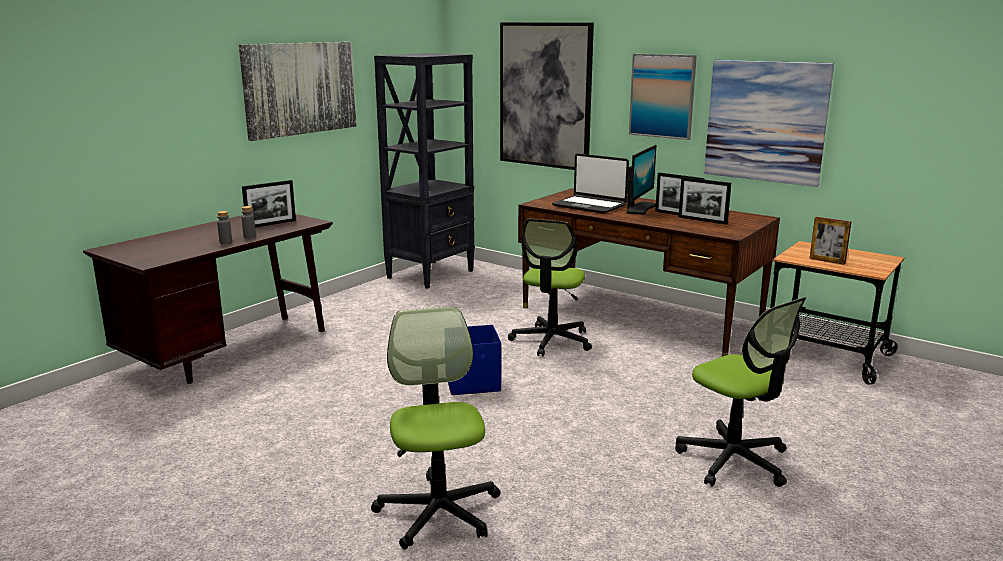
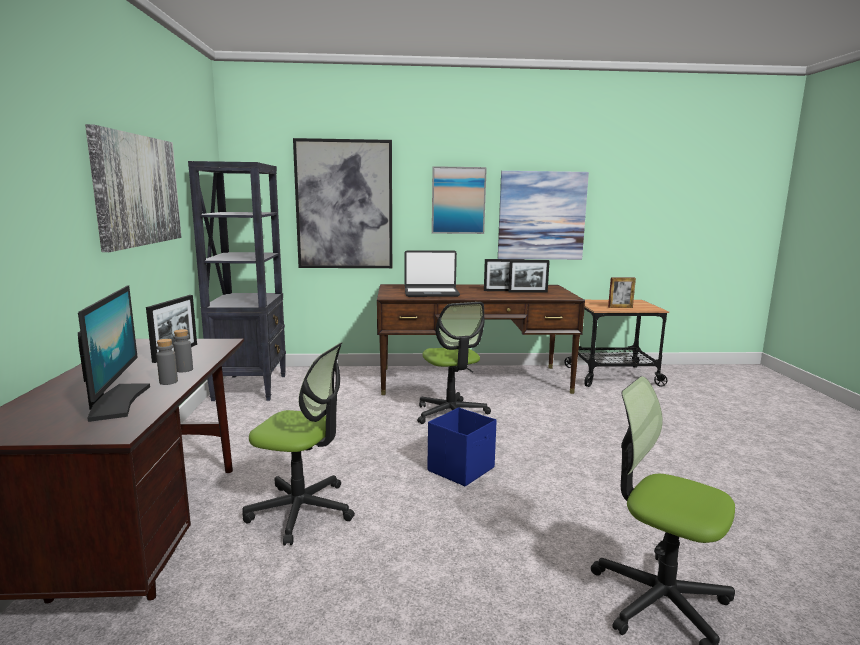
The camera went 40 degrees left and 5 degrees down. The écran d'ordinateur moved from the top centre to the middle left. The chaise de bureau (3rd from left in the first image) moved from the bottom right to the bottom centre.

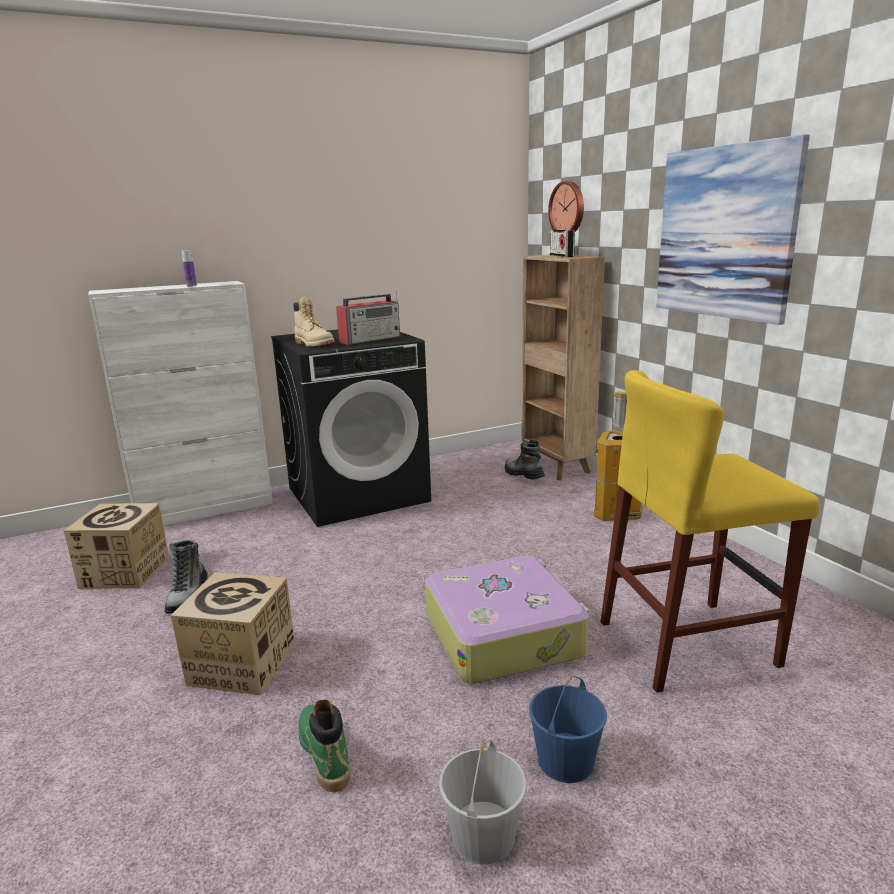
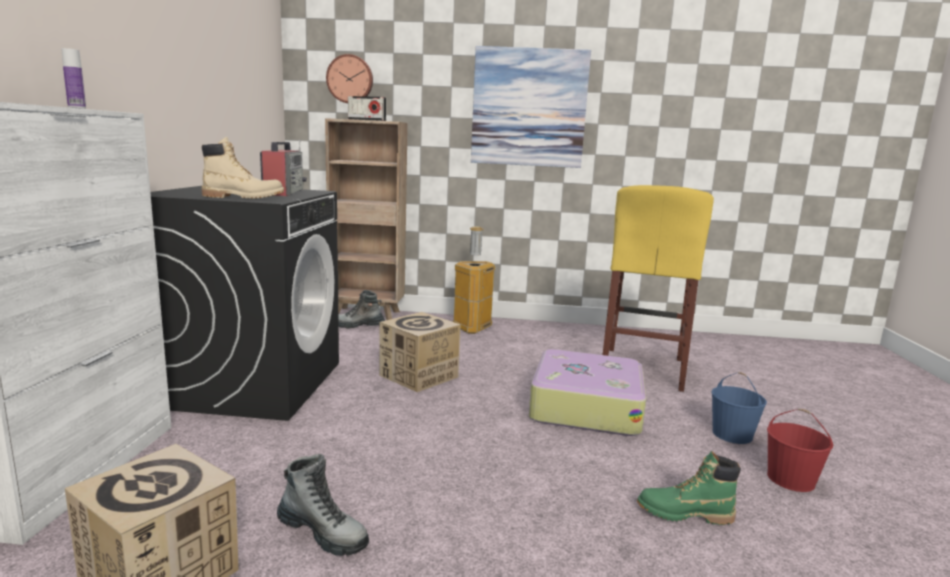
The camera went 60 degrees left and 5 degrees down. The carton (2nd from left) moved from the bottom left to the centre. The seau/blanc at the bottom centre became the seau/rouge at the bottom right.

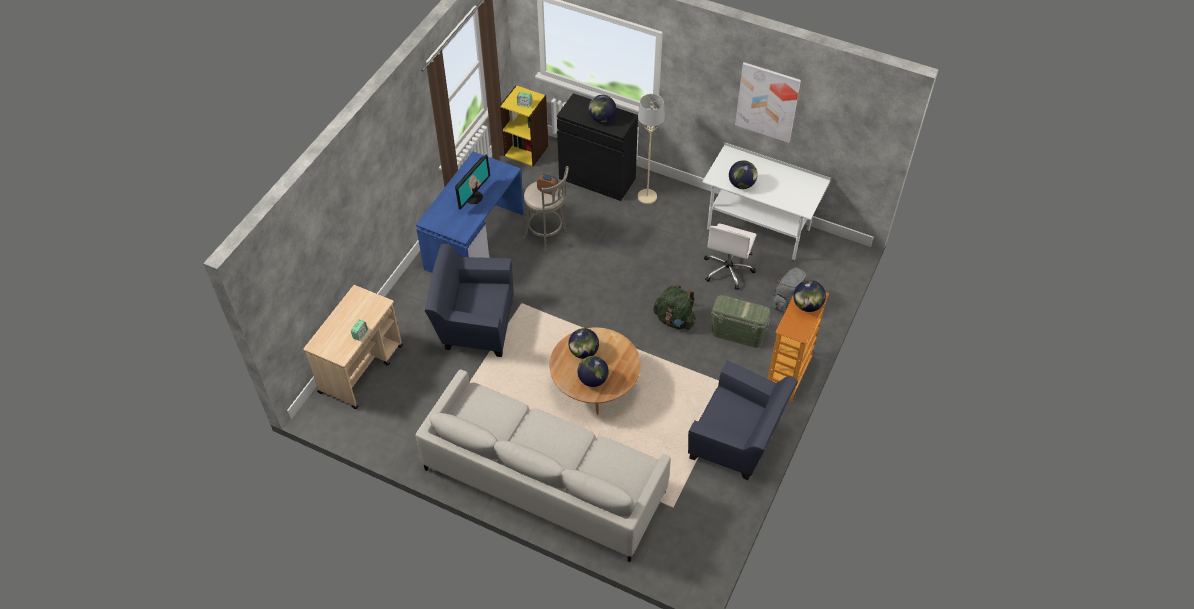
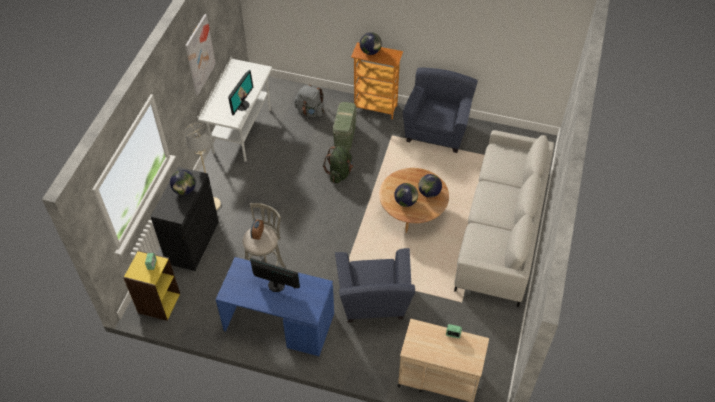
The camera went 100 degrees left and 0 degrees up. The globe (4th from left) at the top centre was replaced by the écran d'ordinateur (1st from left) at the top centre. The chaise de bureau/blanc at the centre disappeared.

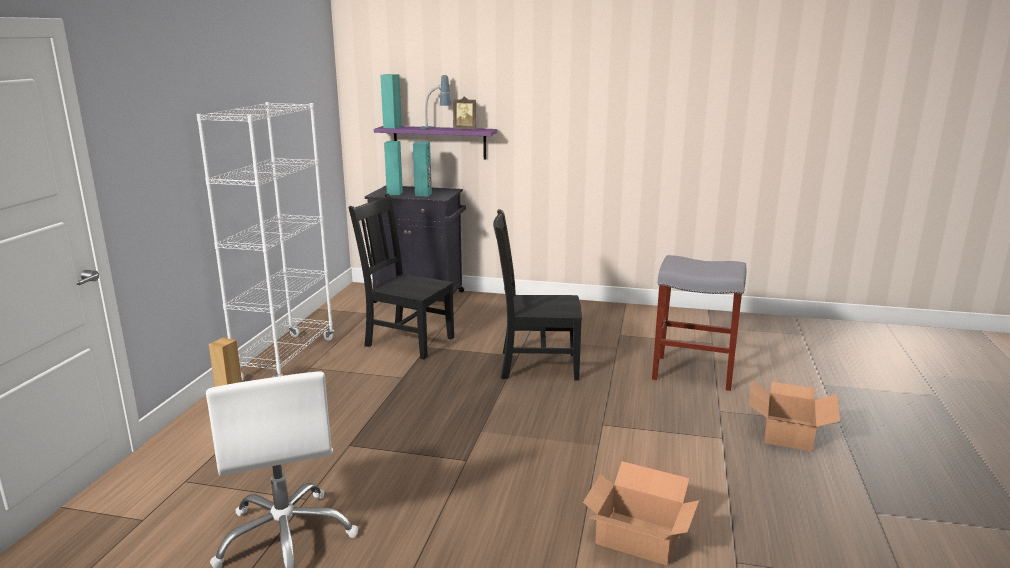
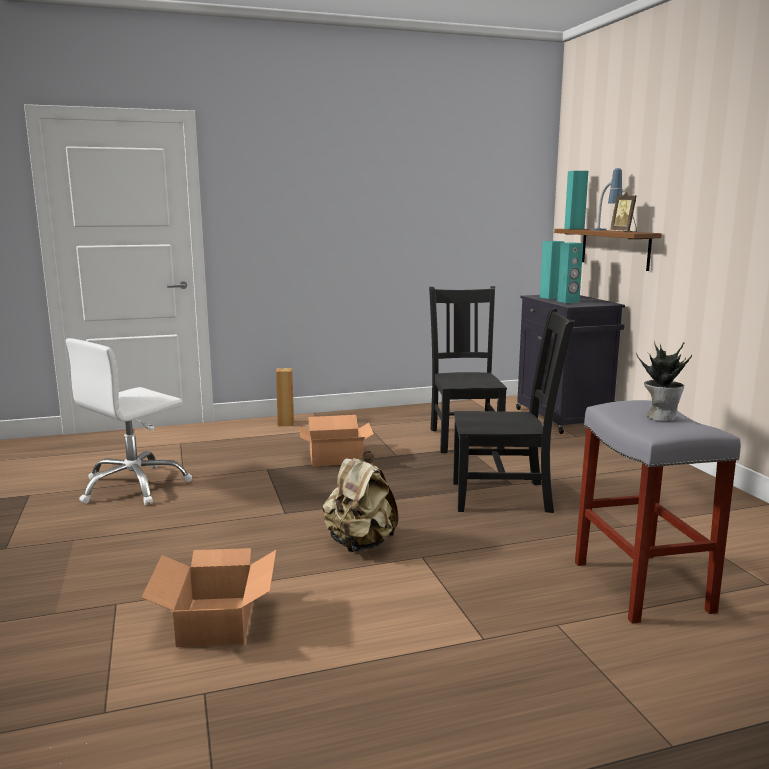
The camera went 60 degrees right and 5 degrees down. The bibliothèque/blanc at the middle left disappeared. The étagère/violet at the top centre became the étagère/marron at the top right. The chaise/noir (2nd from left) at the centre turned 120 degrees clockwise. The carton (2nd from left) moved from the bottom right to the centre. The plante en pot at the middle right appeared. The sac à dos/beige at the centre appeared.

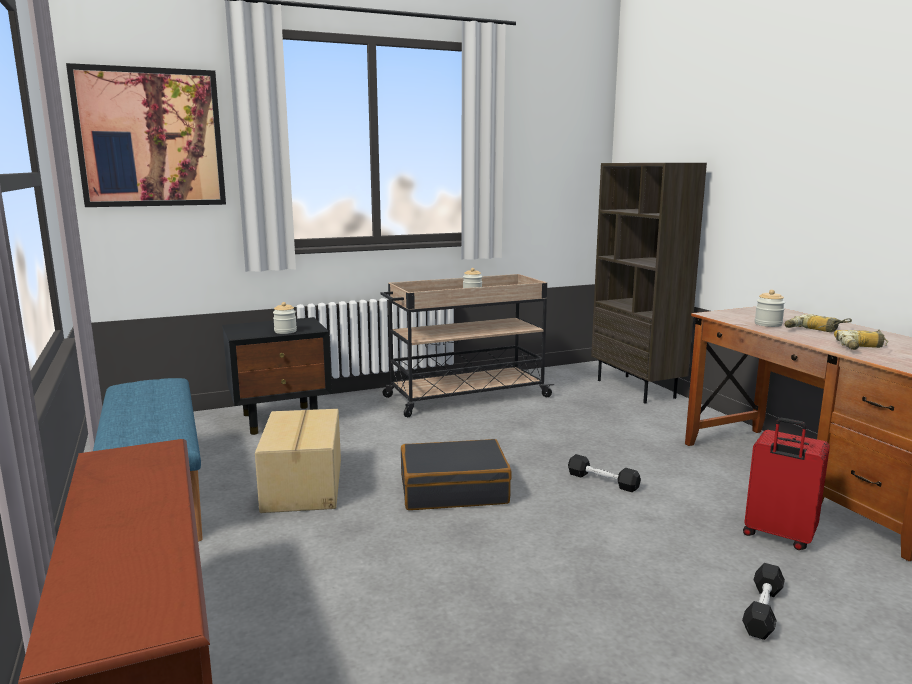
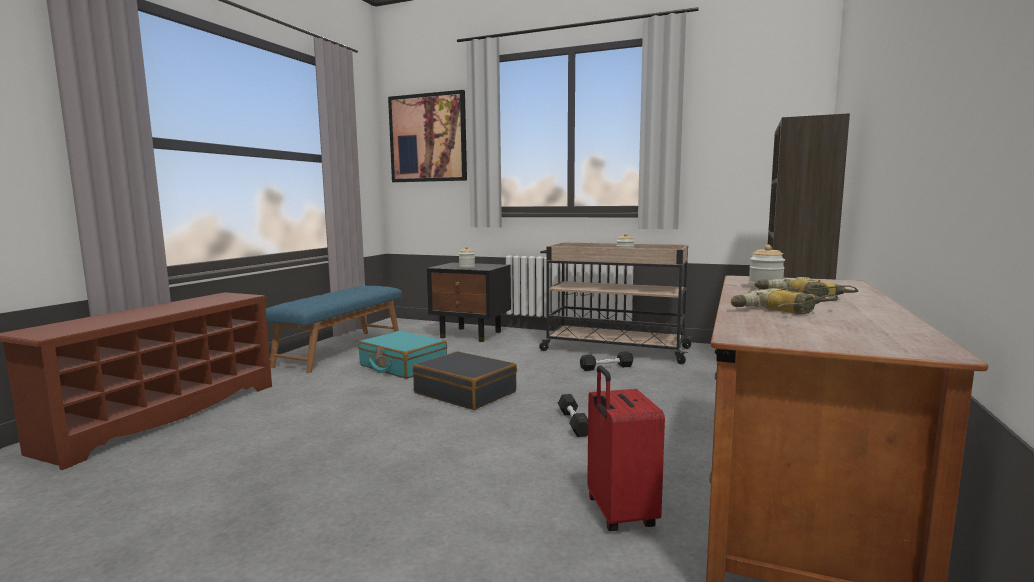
The camera went 45 degrees right and 5 degrees down. The carton at the bottom left was replaced by the valise/turquoise at the centre. The haltère/noir (2nd from left) moved from the bottom right to the centre.

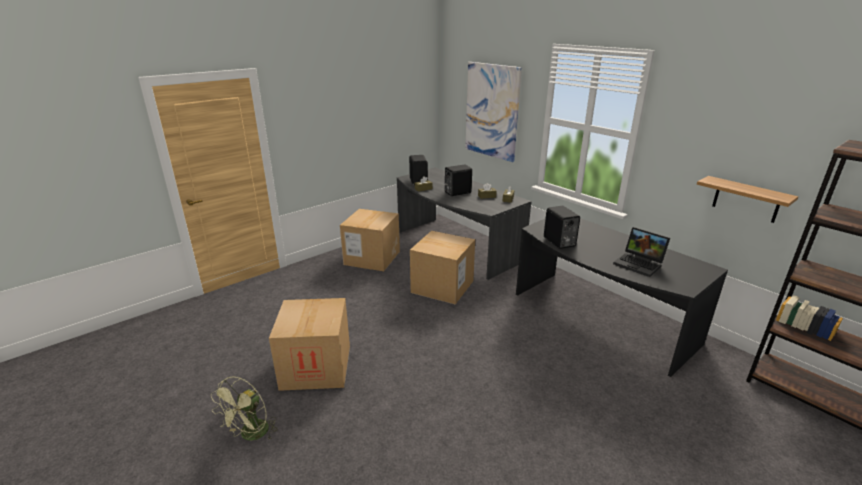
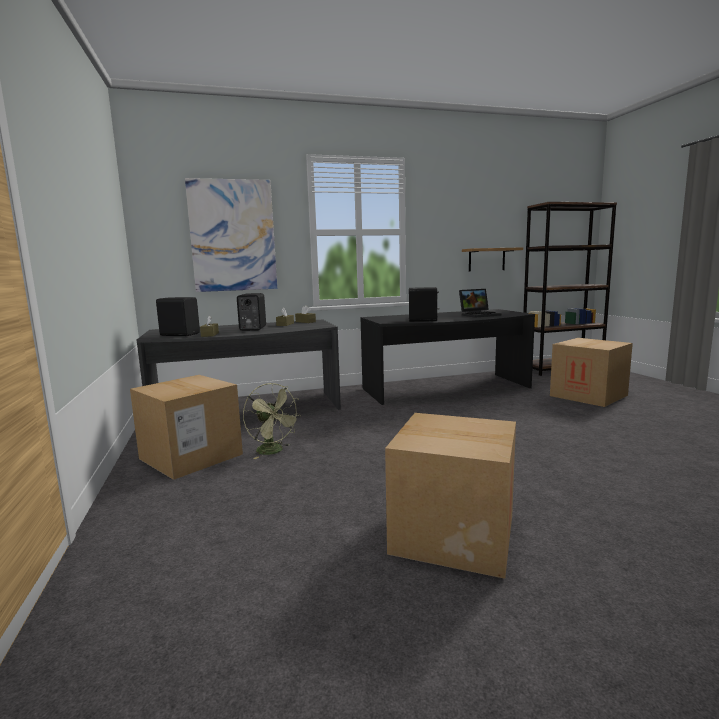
The camera went 65 degrees left and 15 degrees down. The carton (3rd from left) moved from the centre to the middle right. The ventilateur/vert moved from the bottom left to the centre.

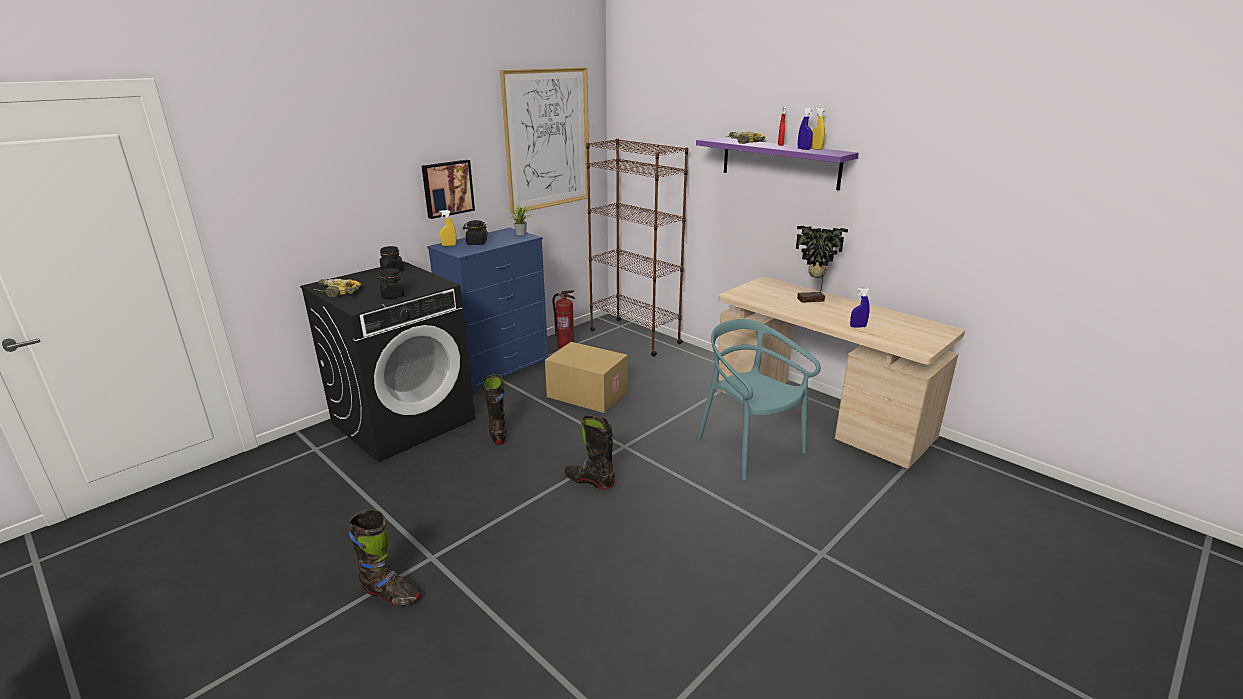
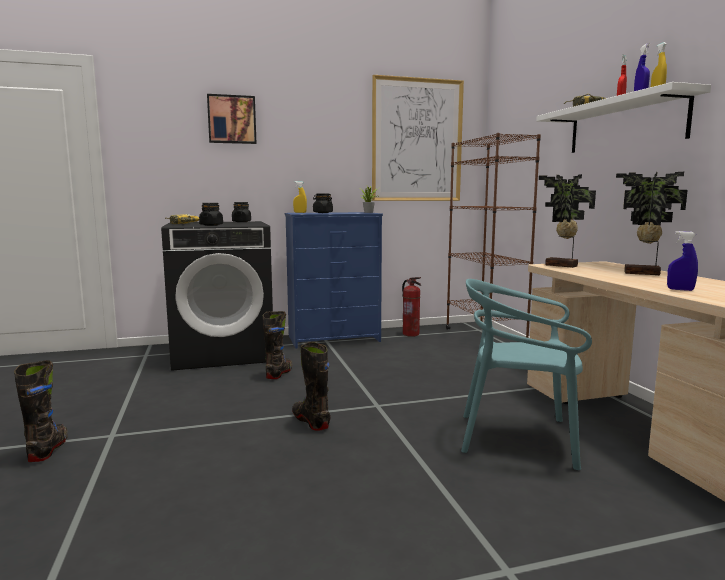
The camera went 30 degrees right and 15 degrees down. The étagère/violet at the top centre became the étagère/blanc at the top right. The tableau (1st from left) moved from the top centre to the top left. The chaise/turquoise at the centre turned 75 degrees counterclockwise. The carton at the centre disappeared. The botte/noir (1st from left) at the bottom left turned 150 degrees counterclockwise. The plante en pot (2nd from left) at the middle right appeared.

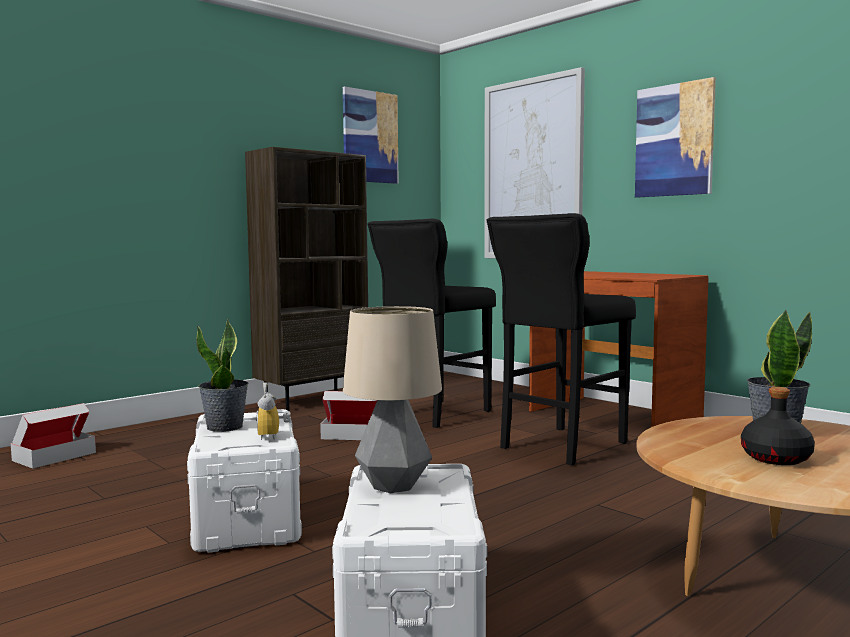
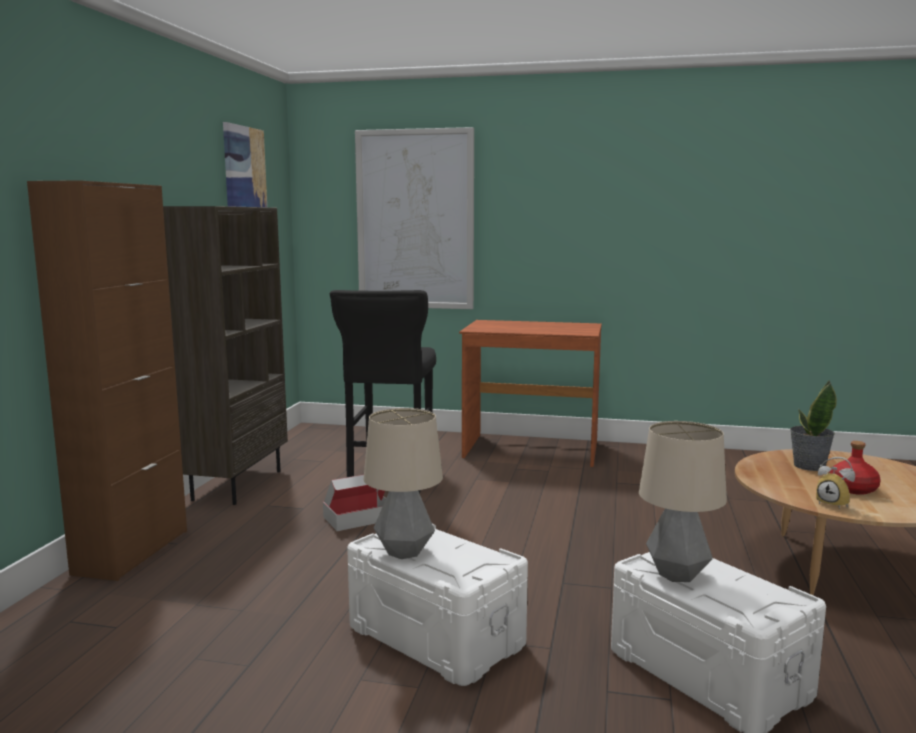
The camera went 35 degrees left and 5 degrees up. The tableau (3rd from left) at the top right disappeared. The tabouret/noir (2nd from left) at the centre disappeared. The plante en pot (1st from left) at the middle left was replaced by the lampe de table (1st from left) at the centre. The réveil moved from the middle left to the middle right. The bouteille/noir at the bottom right became the bouteille/rouge at the middle right. The carton (1st from left) at the bottom left disappeared. The meuble de rangement/marron at the middle left appeared.

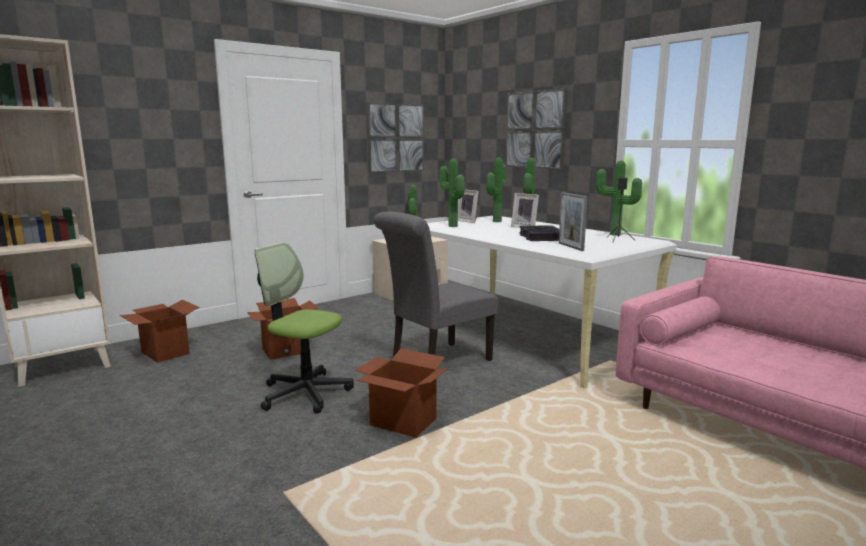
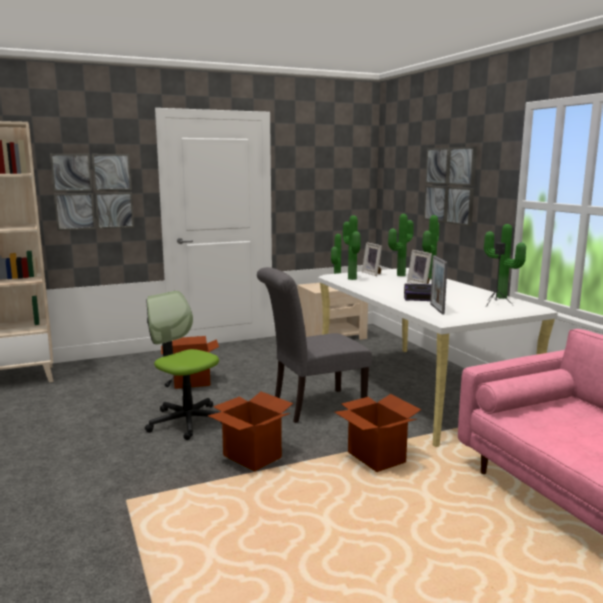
The camera went 15 degrees right and 0 degrees up. The tableau (1st from left) moved from the top centre to the top left. The carton (1st from left in the first image) moved from the middle left to the bottom centre.

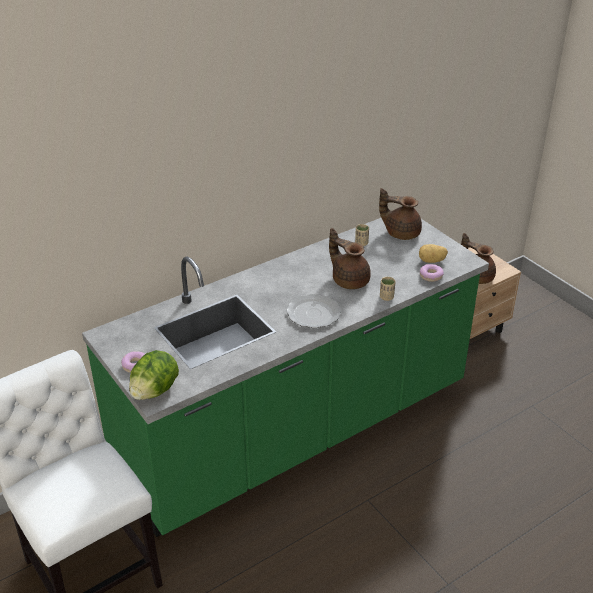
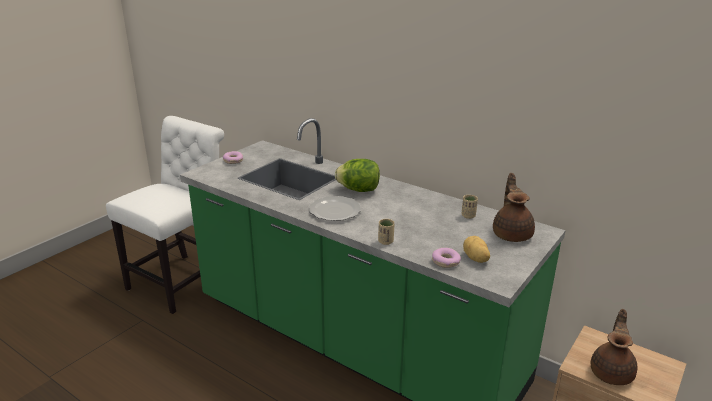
The camera went 70 degrees right and 10 degrees down. The théière/marron (1st from left) at the centre disappeared. The laitue moved from the middle left to the centre.

